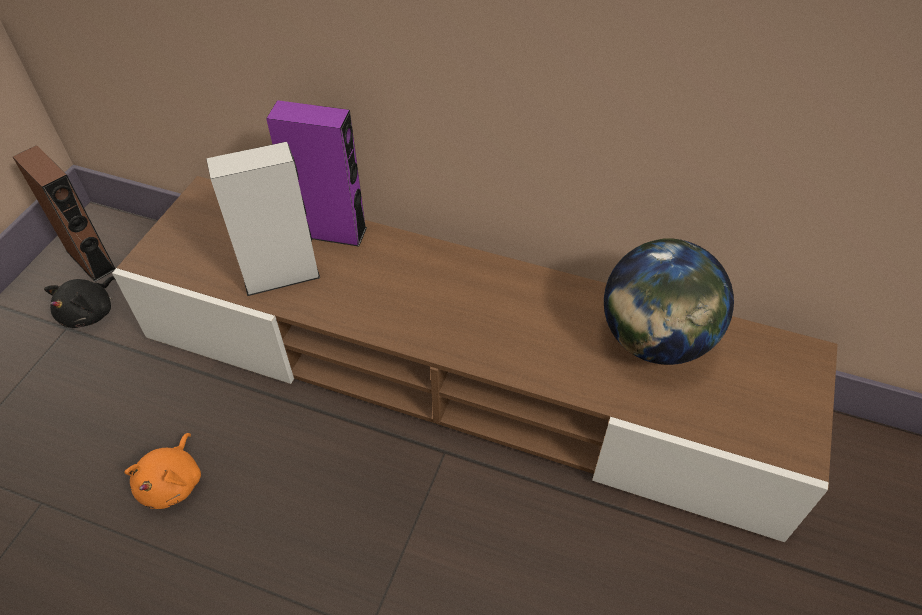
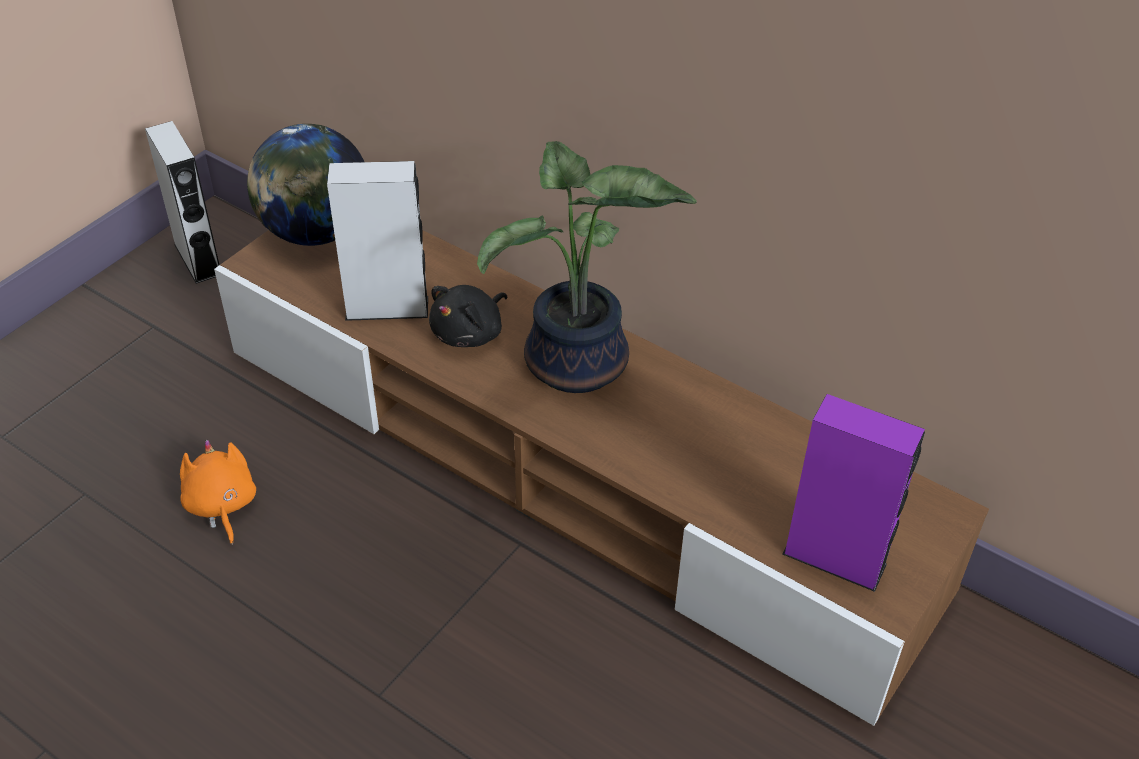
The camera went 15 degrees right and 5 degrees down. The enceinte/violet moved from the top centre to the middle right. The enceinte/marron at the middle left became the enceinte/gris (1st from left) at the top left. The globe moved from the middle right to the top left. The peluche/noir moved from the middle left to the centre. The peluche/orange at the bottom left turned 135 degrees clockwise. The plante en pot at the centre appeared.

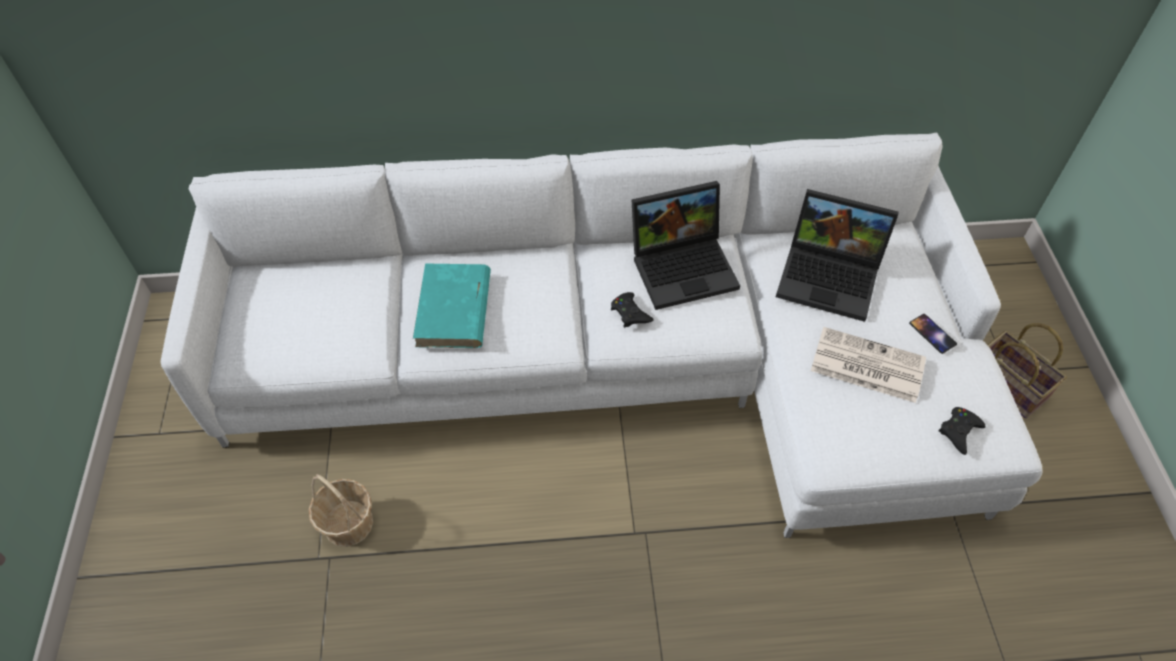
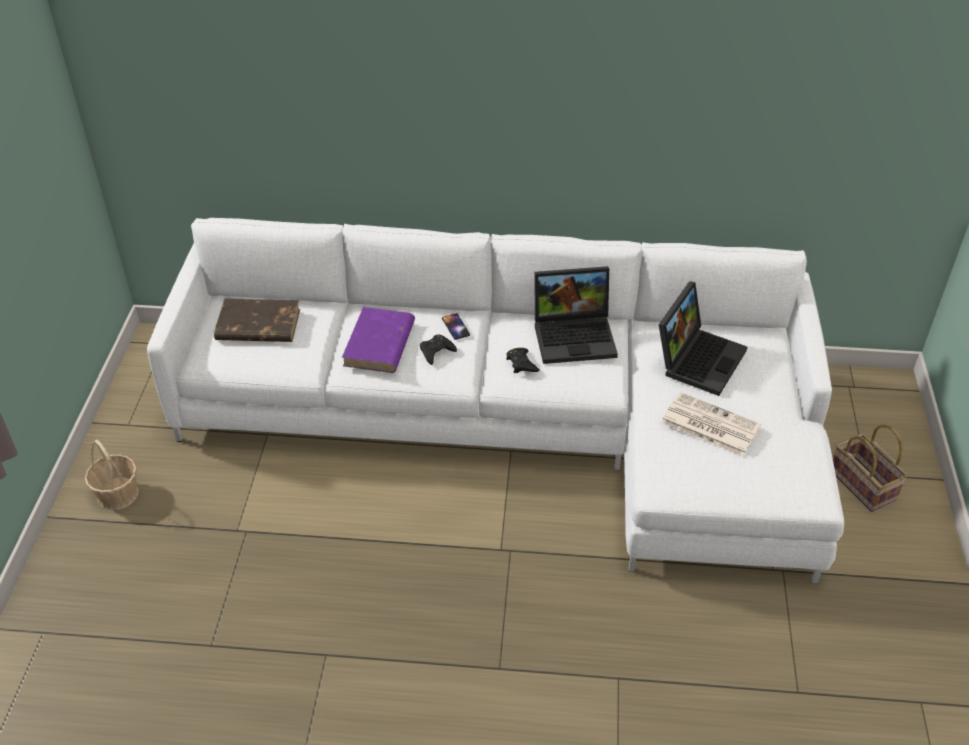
The camera went 10 degrees right and 10 degrees down. The ordinateur portable (2nd from left) at the middle right turned 90 degrees counterclockwise. The livre/turquoise at the centre became the livre/violet at the centre. The téléphone moved from the middle right to the centre. The manette/noir (2nd from left in the first image) moved from the middle right to the centre. The panier (1st from left) moved from the bottom left to the middle left. The livre/marron at the middle left appeared.

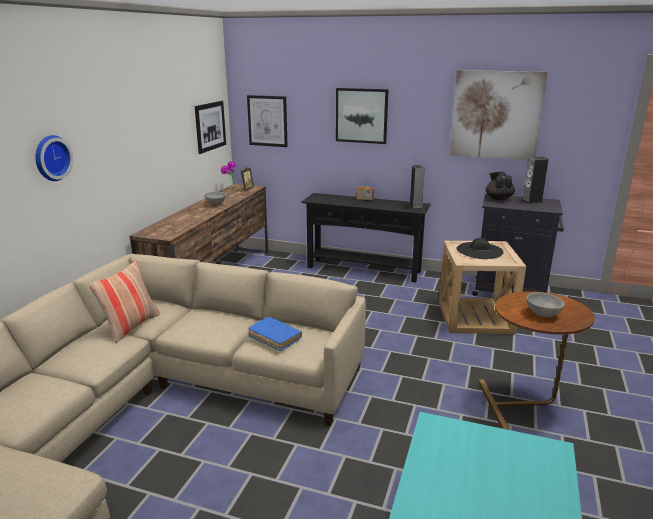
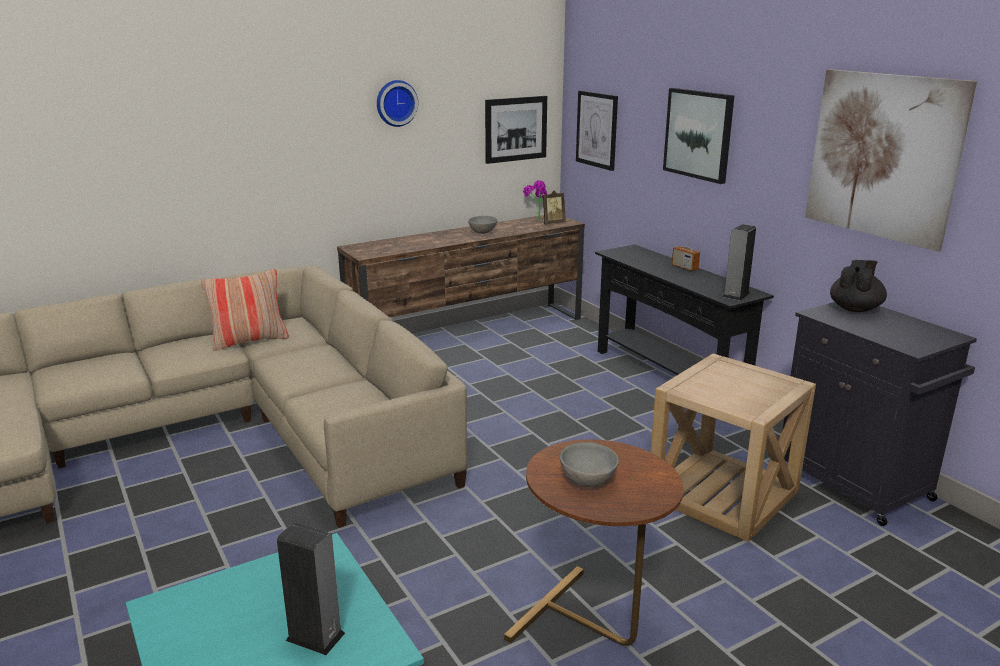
The camera went 40 degrees right and 0 degrees up. The horloge murale moved from the top left to the top centre. The enceinte (2nd from left in the first image) moved from the middle right to the bottom left. The chapeau/noir at the middle right disappeared. The livre/bleu at the centre disappeared.

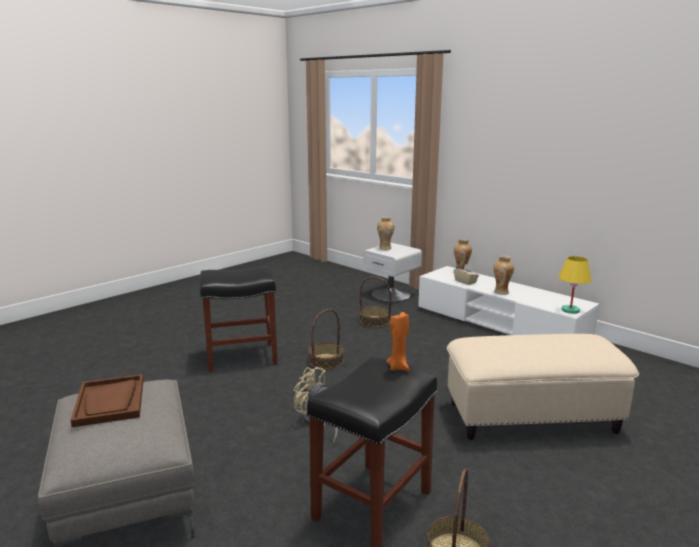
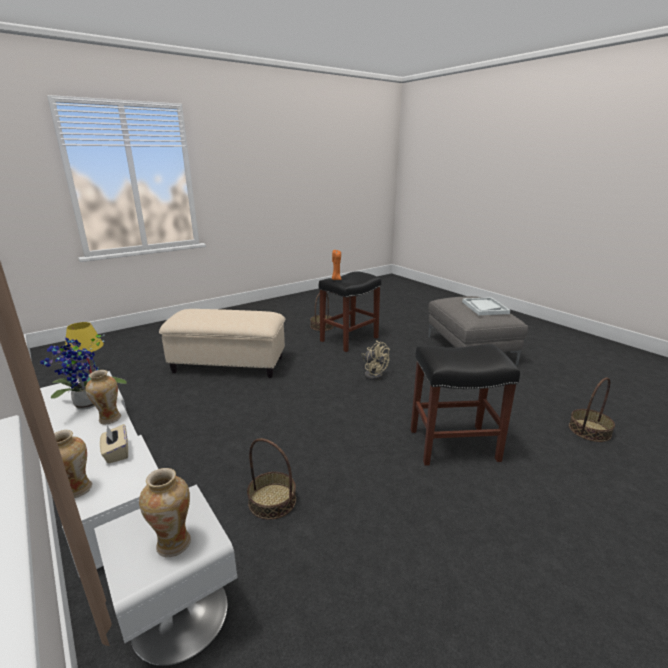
The camera went 170 degrees left and 5 degrees up. The panier (1st from left in the first image) moved from the centre to the middle right. The plateau/marron at the bottom left became the plateau/blanc at the middle right. The plante en pot at the middle left appeared.

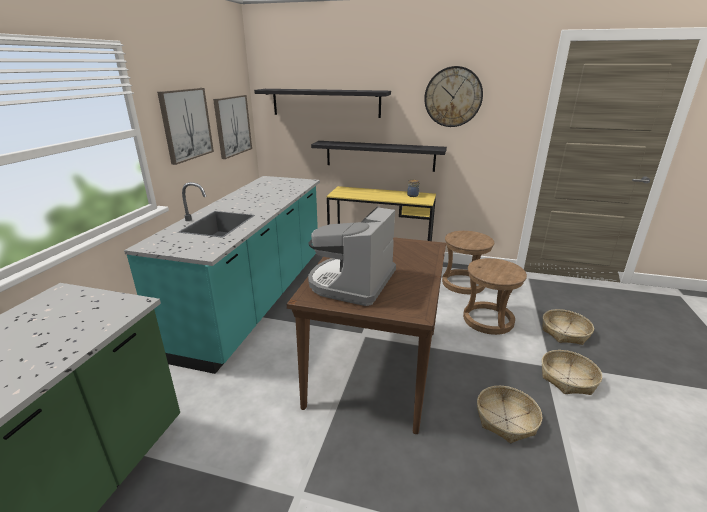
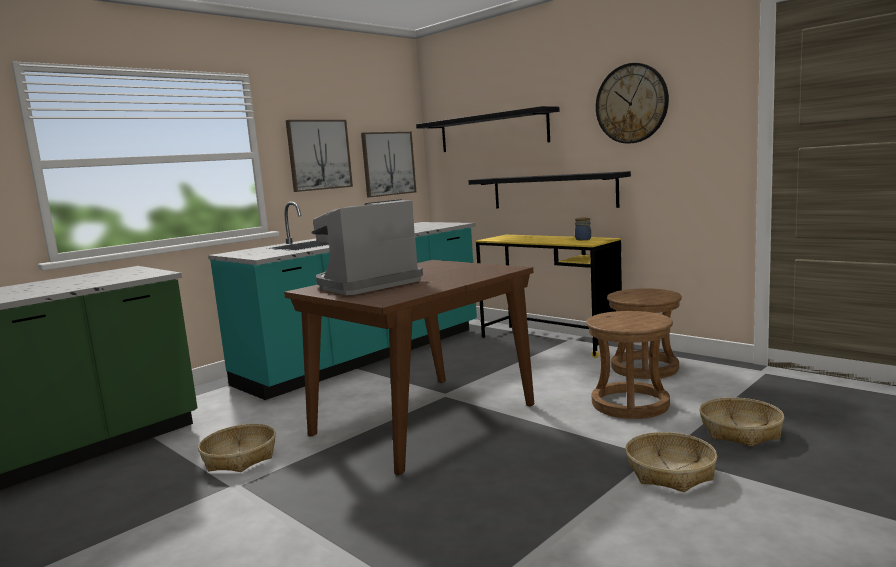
The camera went 30 degrees right and 15 degrees down. The panier (1st from left) moved from the bottom right to the bottom left.

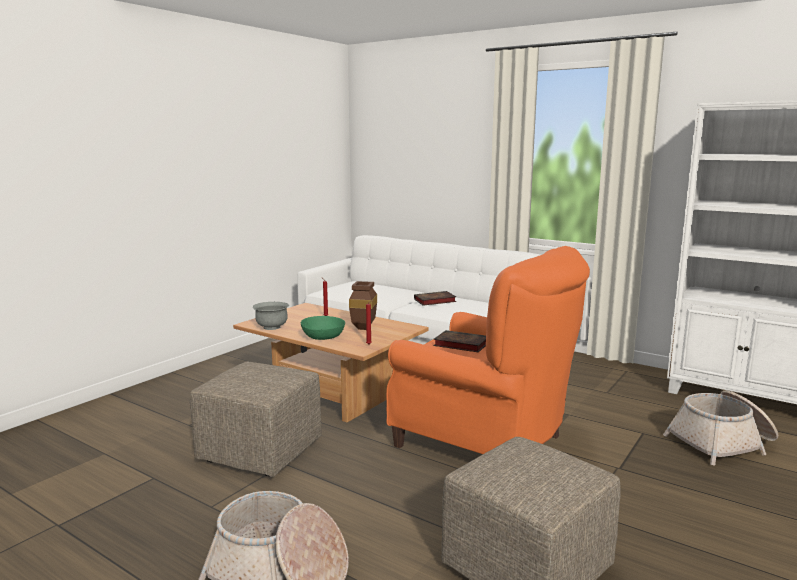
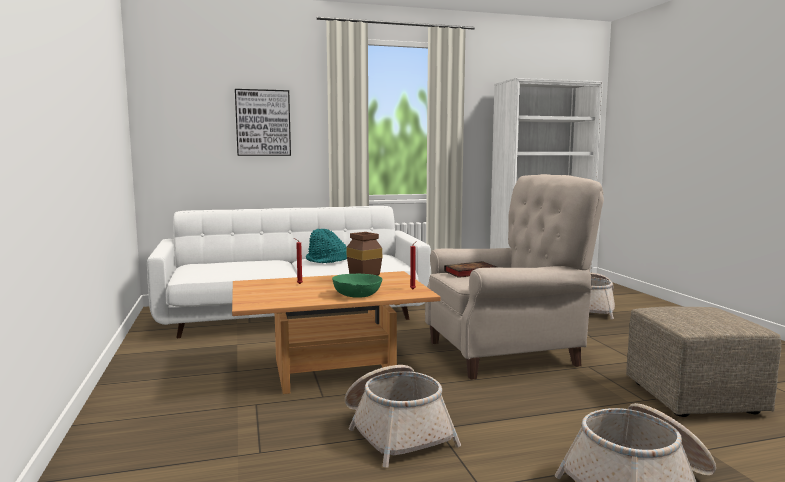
The camera went 50 degrees left and 5 degrees down. The fauteuil/orange at the centre became the fauteuil/beige at the centre. The livre (1st from left) at the centre was replaced by the chapeau/turquoise at the centre. The bol/gris at the centre disappeared. The pouf/beige (1st from left) at the bottom left was replaced by the panier (1st from left) at the bottom centre. The tableau at the top centre appeared.

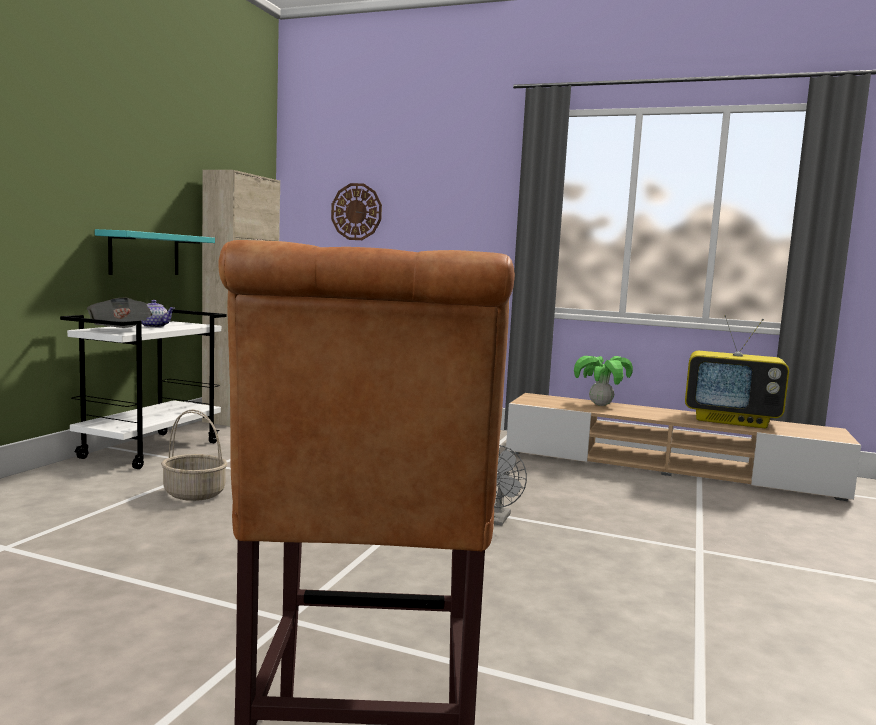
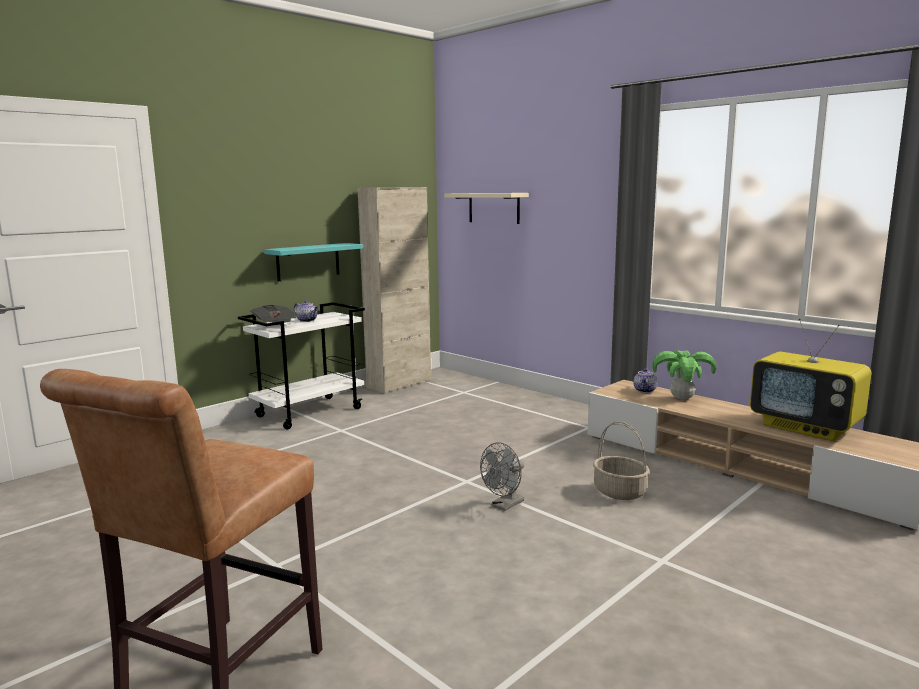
The camera went 25 degrees right and 5 degrees up. The horloge murale at the top centre was replaced by the étagère/beige at the top centre. The panier moved from the middle left to the bottom right. The théière (2nd from left) at the middle right appeared.

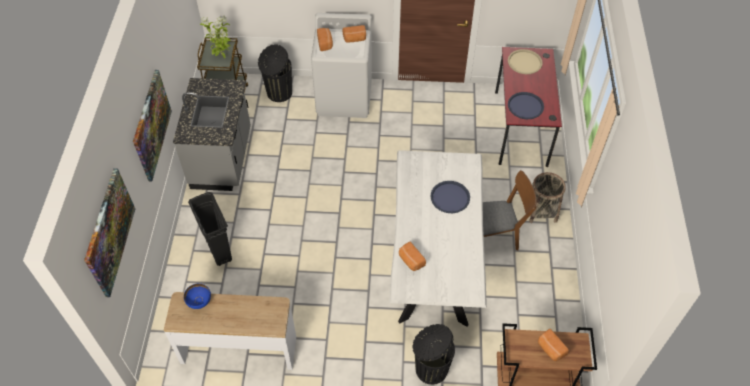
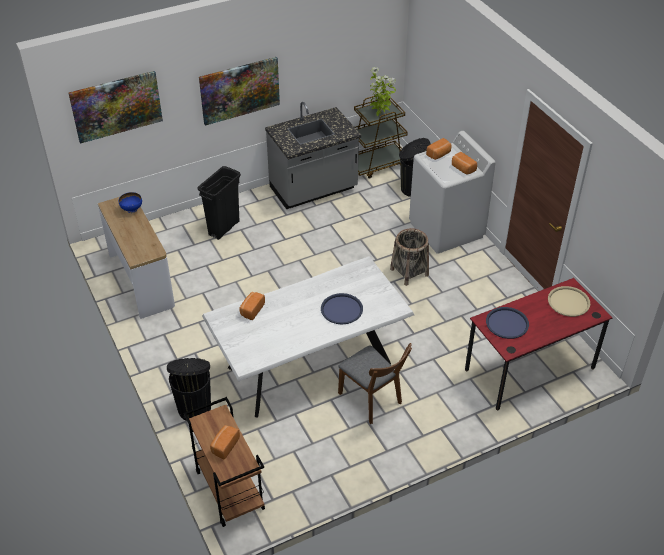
The camera went 60 degrees right and 10 degrees down. The panier moved from the middle right to the centre.

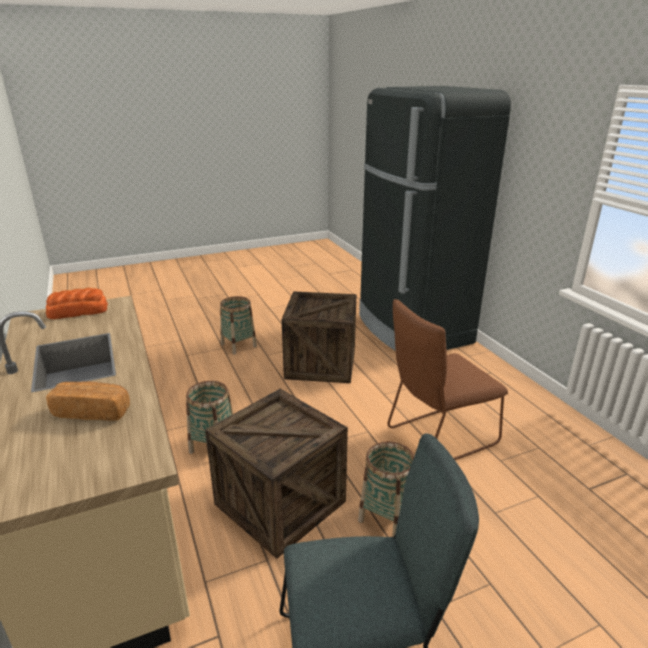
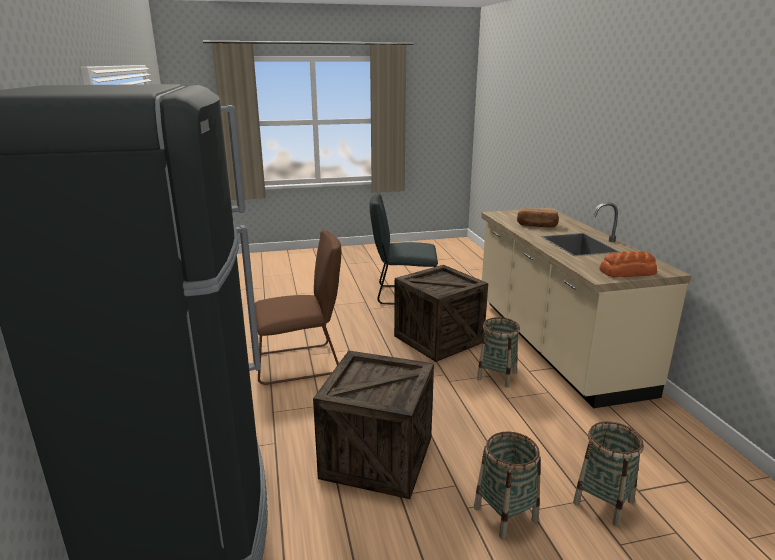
The camera went 170 degrees left and 5 degrees down. The panier (3rd from left) moved from the bottom centre to the bottom right.

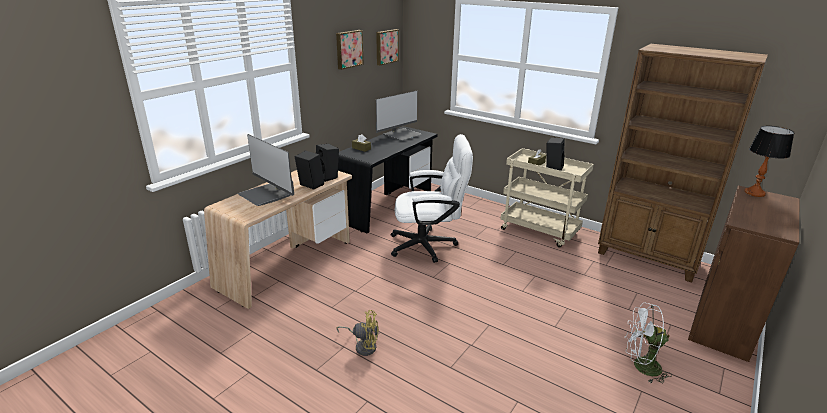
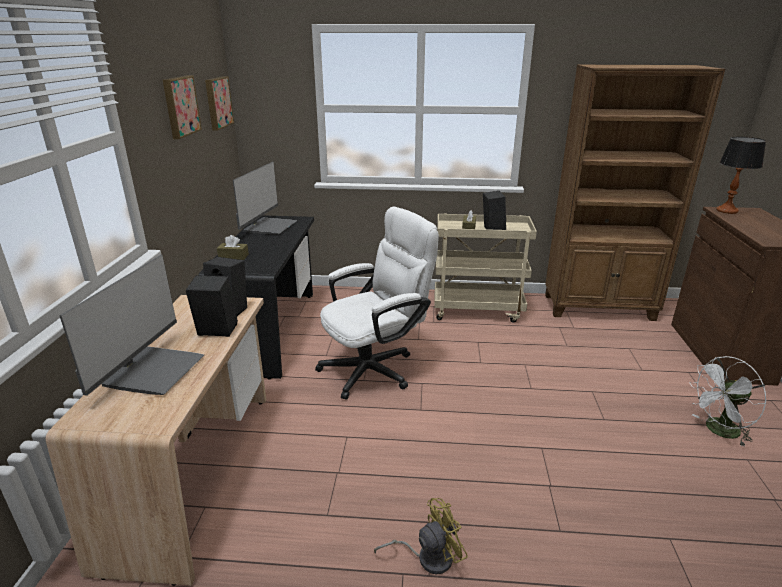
The camera went 30 degrees left and 0 degrees up. The écran d'ordinateur (1st from left) at the middle left turned 90 degrees counterclockwise.

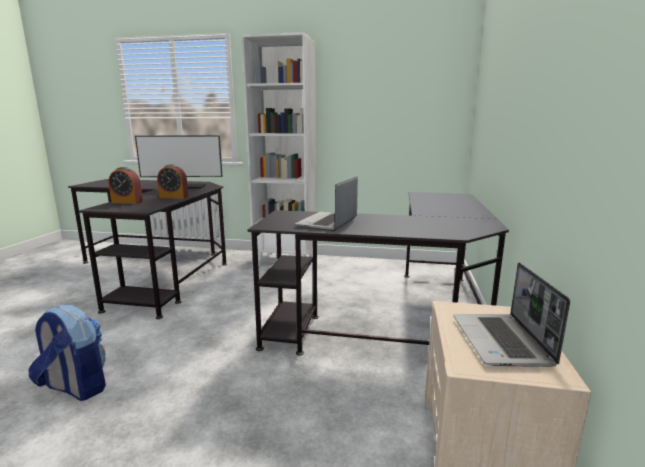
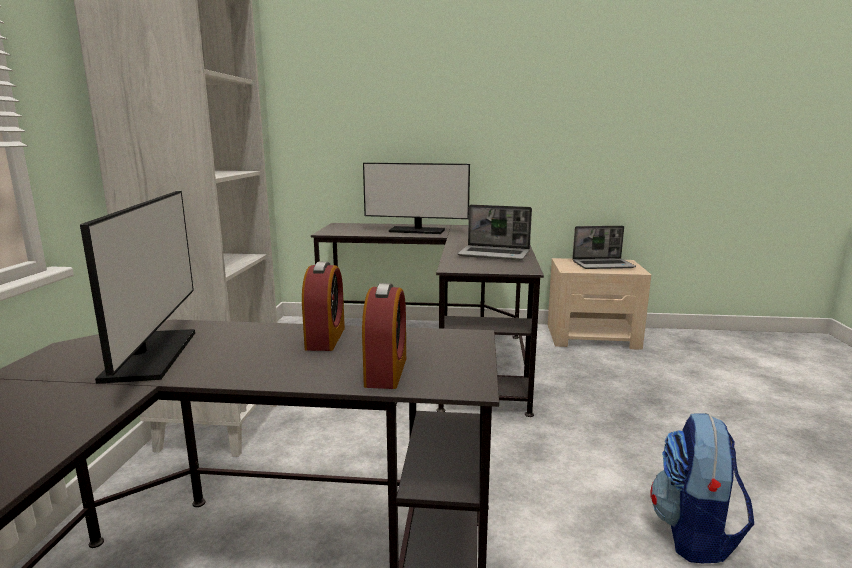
The camera went 95 degrees left and 0 degrees up. The écran d'ordinateur (2nd from left) at the centre appeared.

